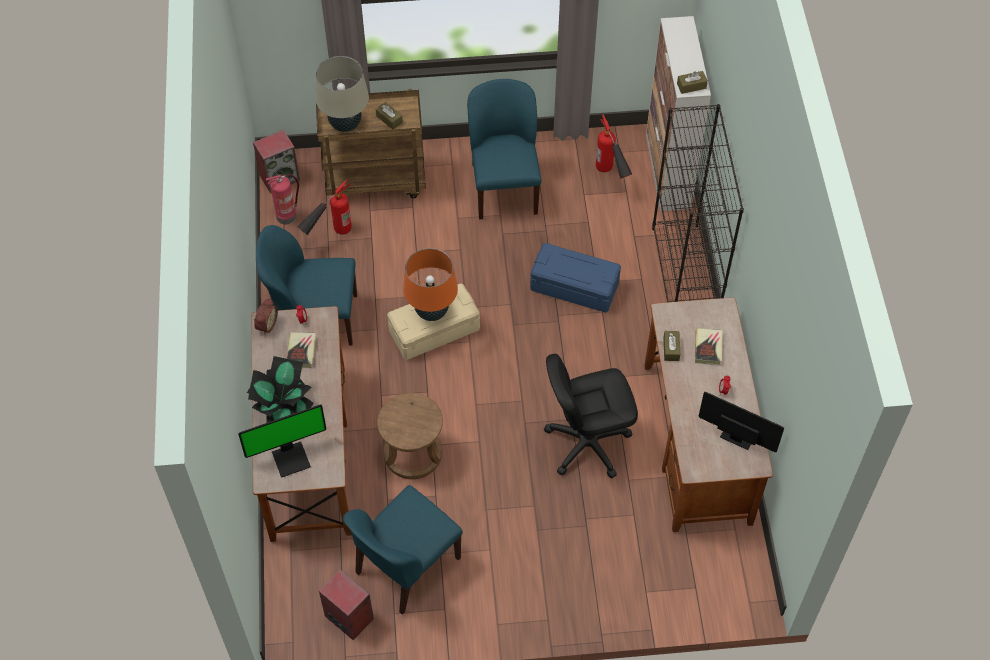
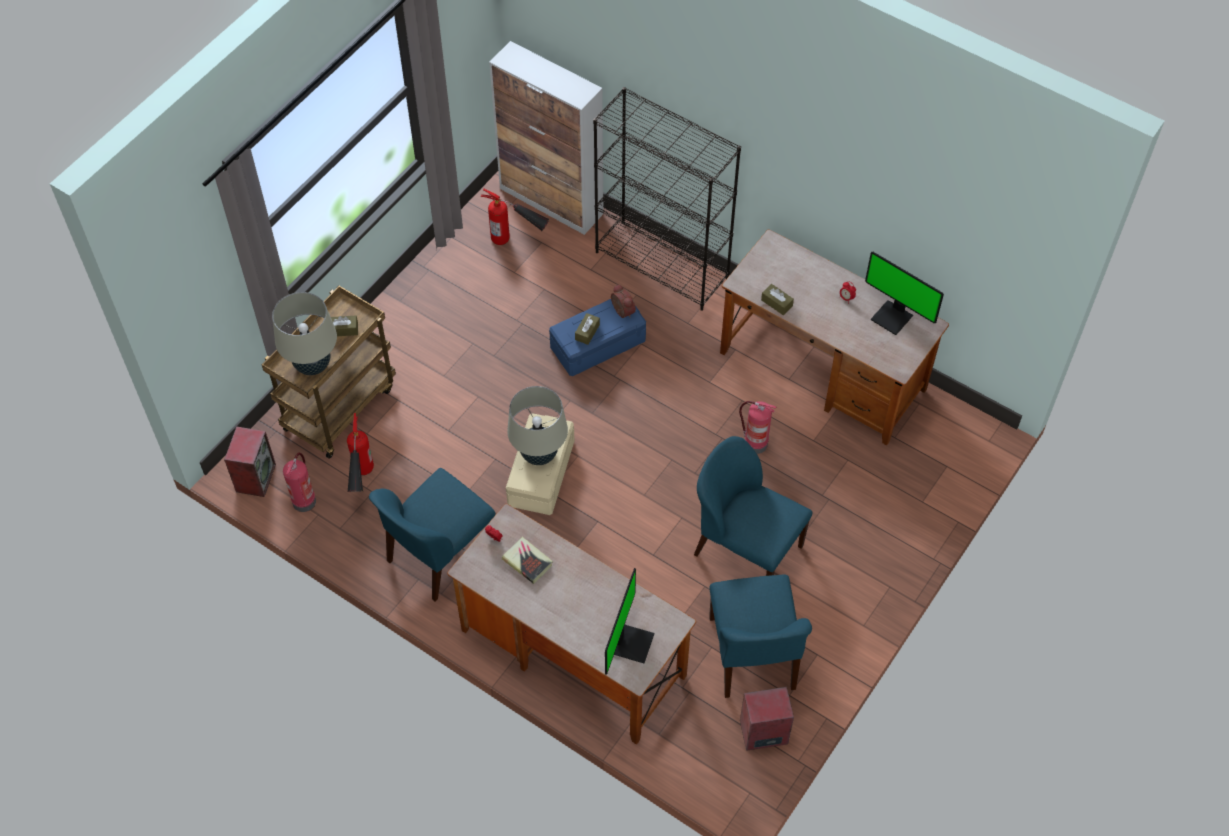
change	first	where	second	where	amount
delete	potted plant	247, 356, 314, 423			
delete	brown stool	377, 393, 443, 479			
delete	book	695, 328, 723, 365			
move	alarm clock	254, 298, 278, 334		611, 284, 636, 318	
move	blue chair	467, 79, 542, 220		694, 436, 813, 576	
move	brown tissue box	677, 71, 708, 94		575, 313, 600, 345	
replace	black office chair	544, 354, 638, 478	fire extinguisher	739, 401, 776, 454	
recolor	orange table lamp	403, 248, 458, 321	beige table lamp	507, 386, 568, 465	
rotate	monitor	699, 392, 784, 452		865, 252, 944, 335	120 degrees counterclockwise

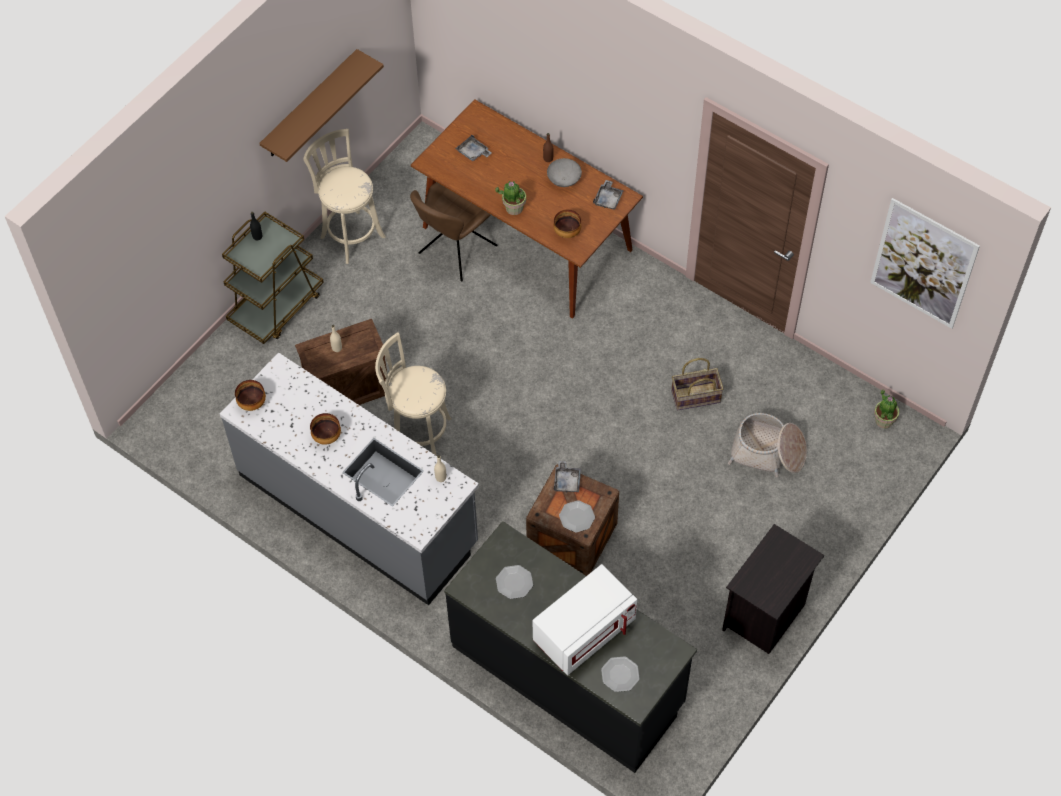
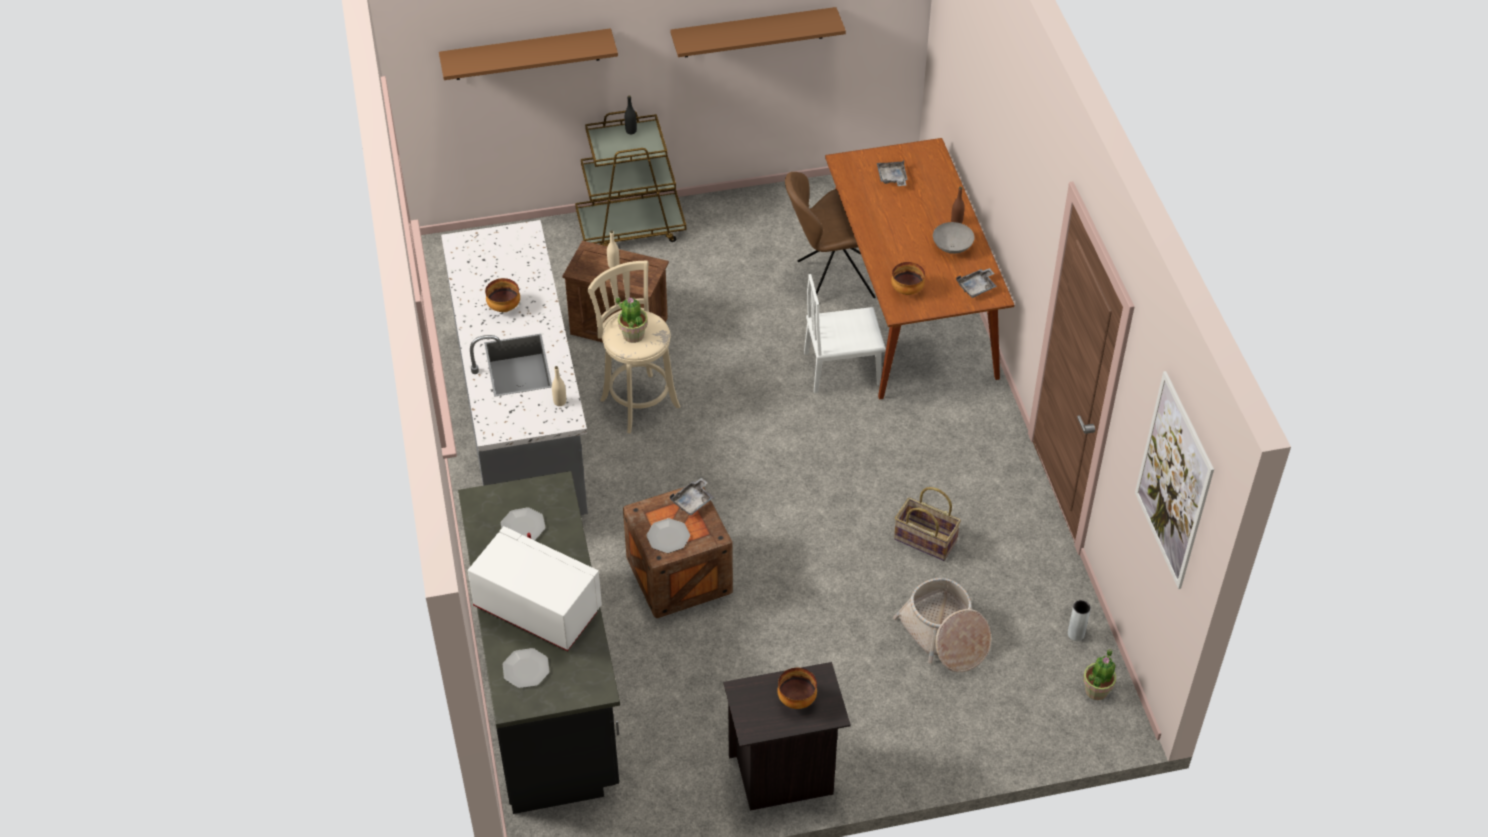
change	first	where	second	where	amount
delete	beige stool	303, 129, 386, 264			
insert			brown shelf	439, 28, 618, 80	
insert			white chair	804, 274, 886, 393	
insert			grey vase	1068, 600, 1091, 641	
move	bowl	235, 380, 266, 411		777, 668, 817, 709	
move	potted plant	495, 181, 526, 215		616, 296, 648, 343	
rotate	white microwave	532, 564, 637, 676		468, 526, 602, 651	150 degrees counterclockwise

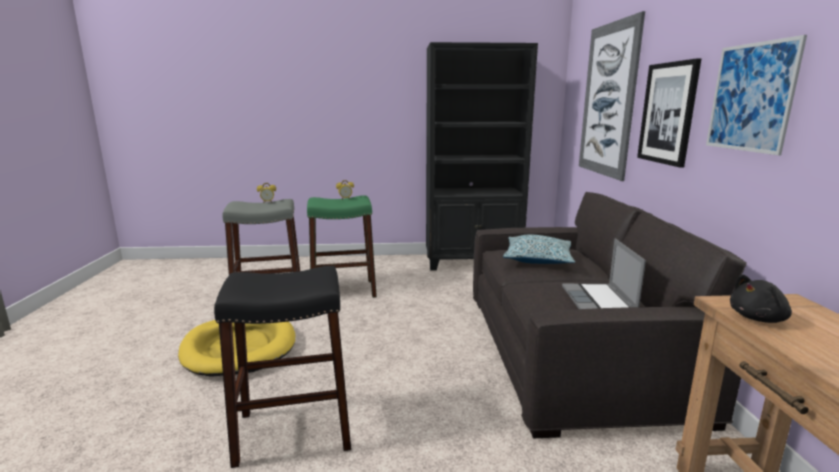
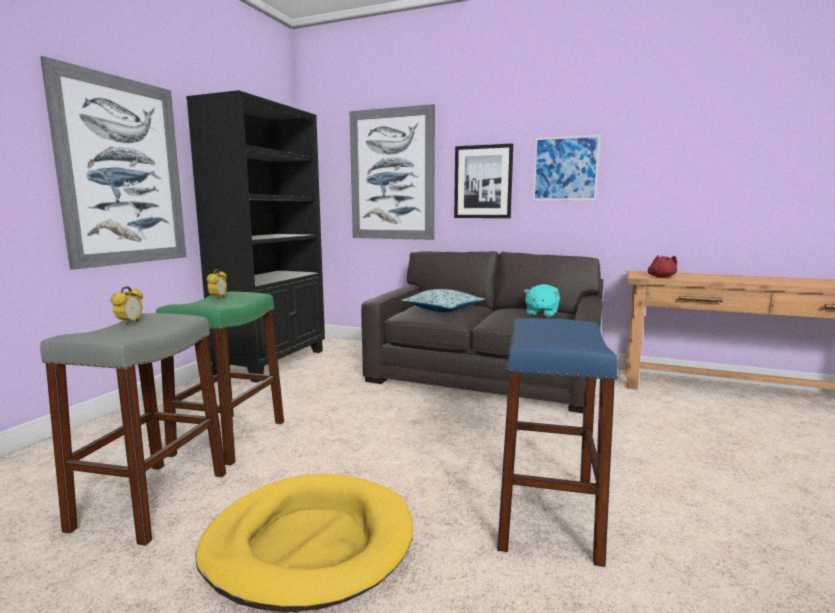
change	first	where	second	where	amount
insert			picture	40, 56, 186, 270	
replace	laptop	562, 238, 646, 309	turquoise plush toy	524, 284, 560, 317	
recolor	black stool	214, 266, 351, 468	blue stool	497, 318, 618, 567	
recolor	black plush toy	730, 274, 792, 323	red plush toy	648, 255, 677, 278	

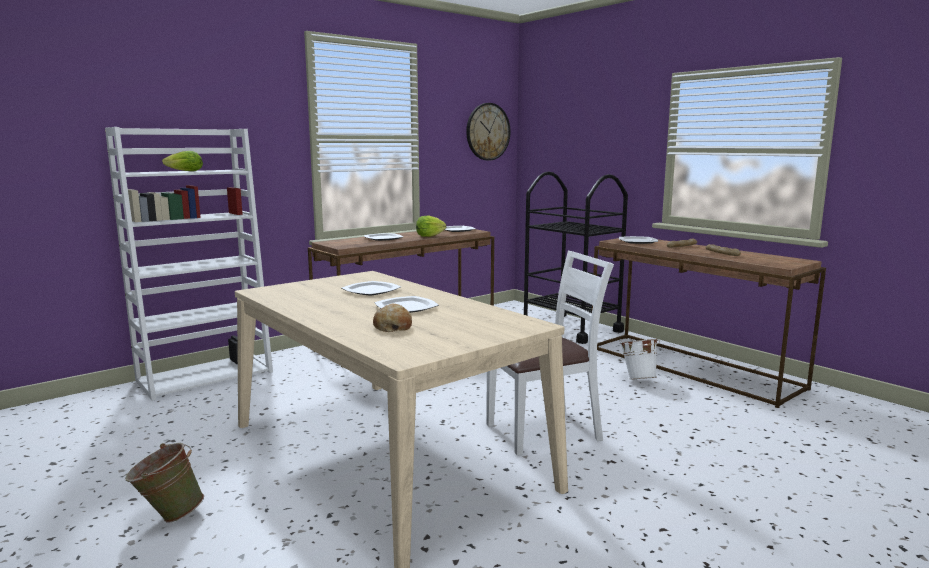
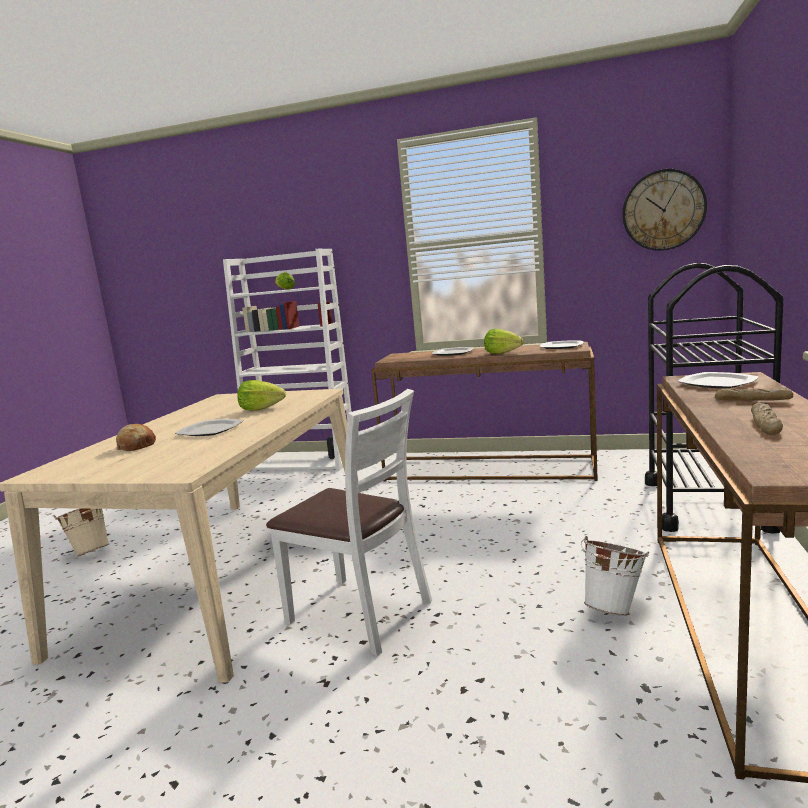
change	first	where	second	where	amount
replace	plate	342, 281, 401, 296	lettuce	237, 380, 286, 411	
recolor	green bucket	125, 443, 204, 523	beige bucket	54, 509, 109, 557	

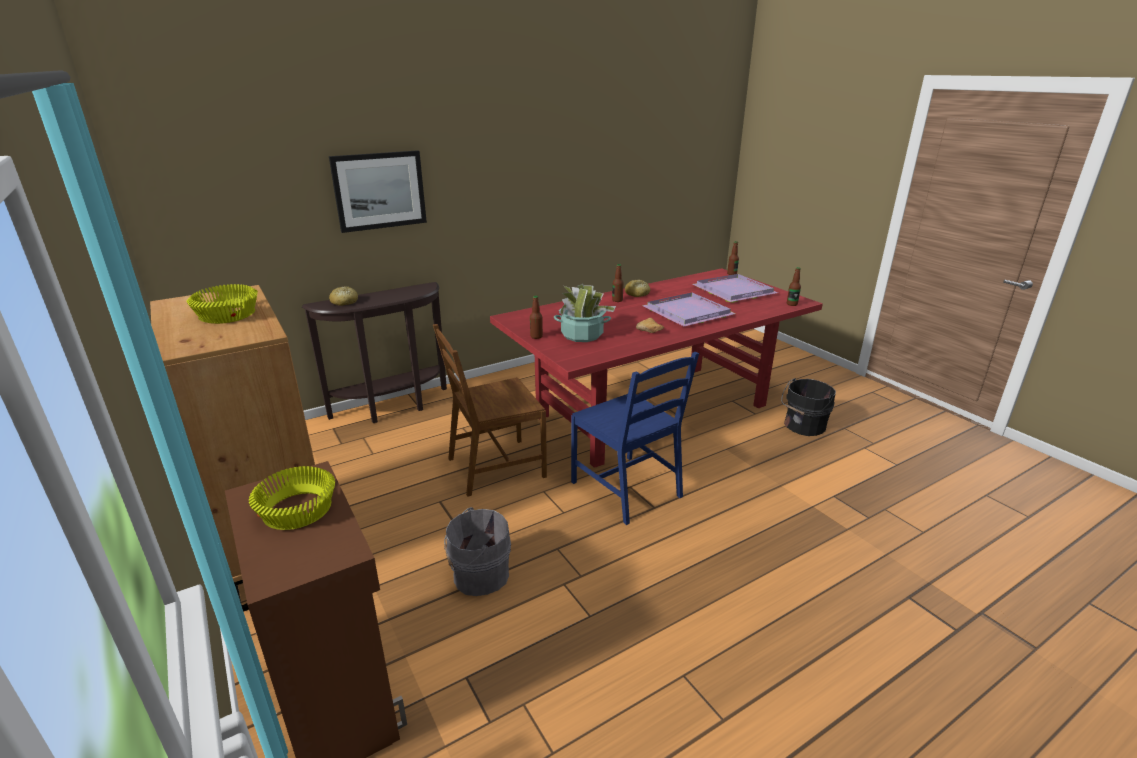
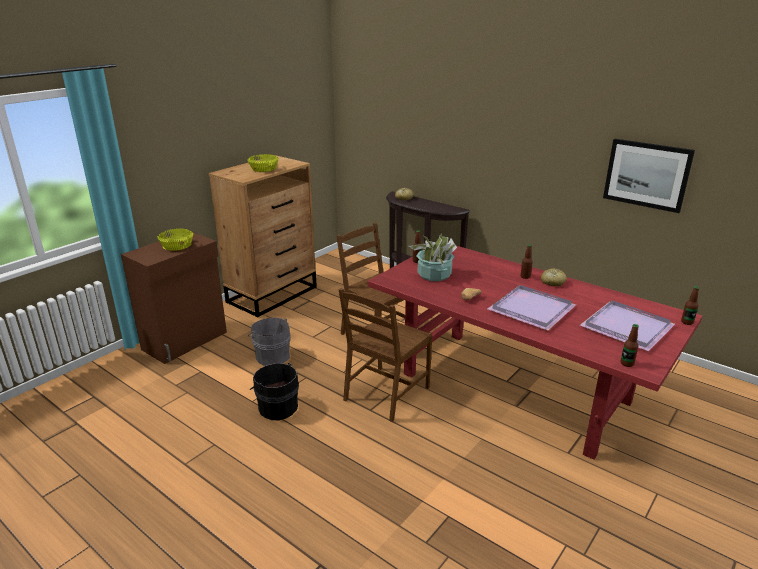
change	first	where	second	where	amount
move	picture	329, 150, 427, 233		603, 139, 695, 213	
move	black bucket	781, 378, 836, 436		250, 363, 299, 420	
recolor	blue chair	571, 352, 699, 525	brown chair	339, 288, 432, 422	

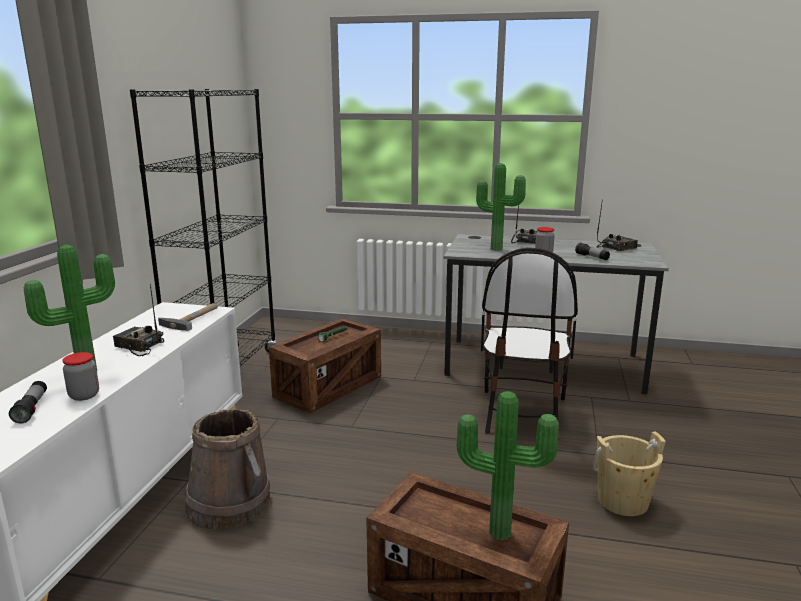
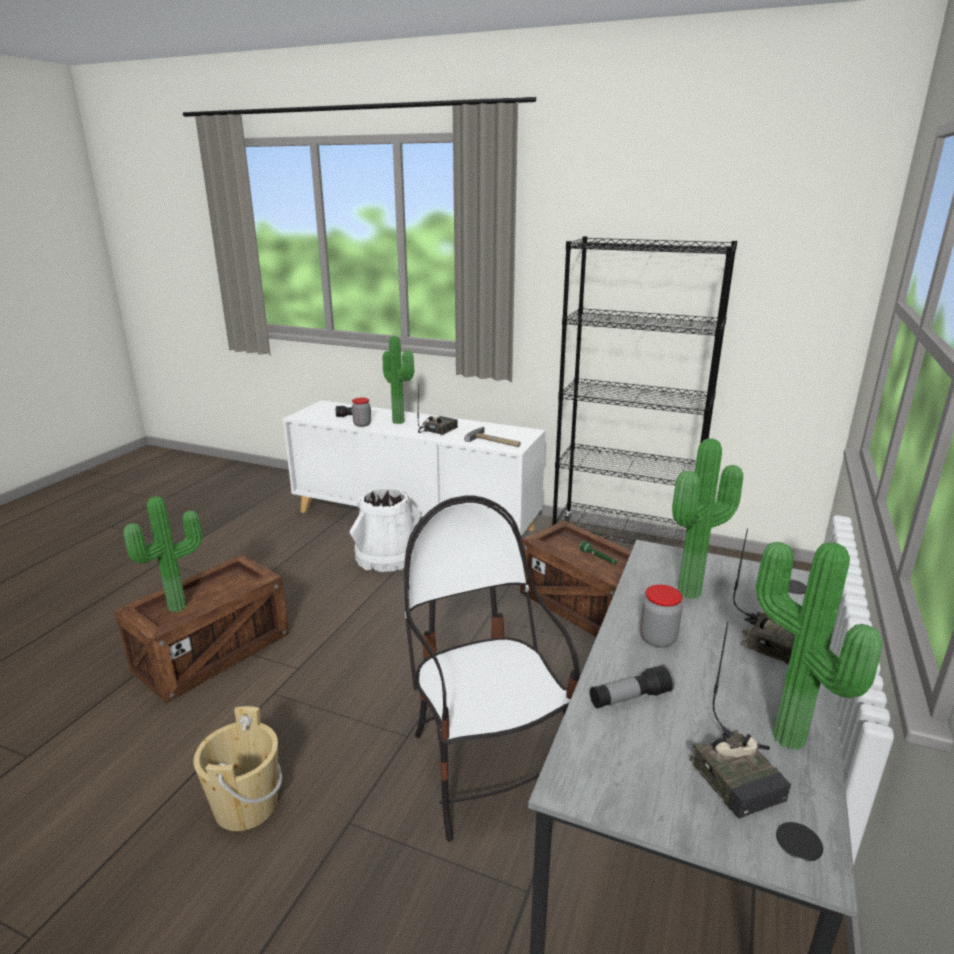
change	first	where	second	where	amount
insert			potted plant	756, 542, 883, 750	
recolor	brown bucket	185, 409, 270, 529	white bucket	350, 487, 420, 572	
rotate	chair	481, 248, 578, 433		405, 495, 580, 842	45 degrees clockwise

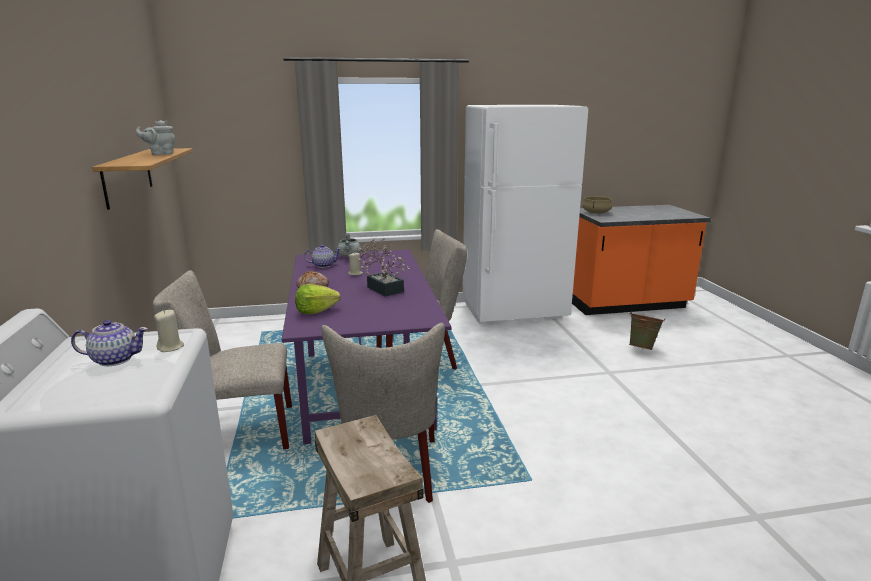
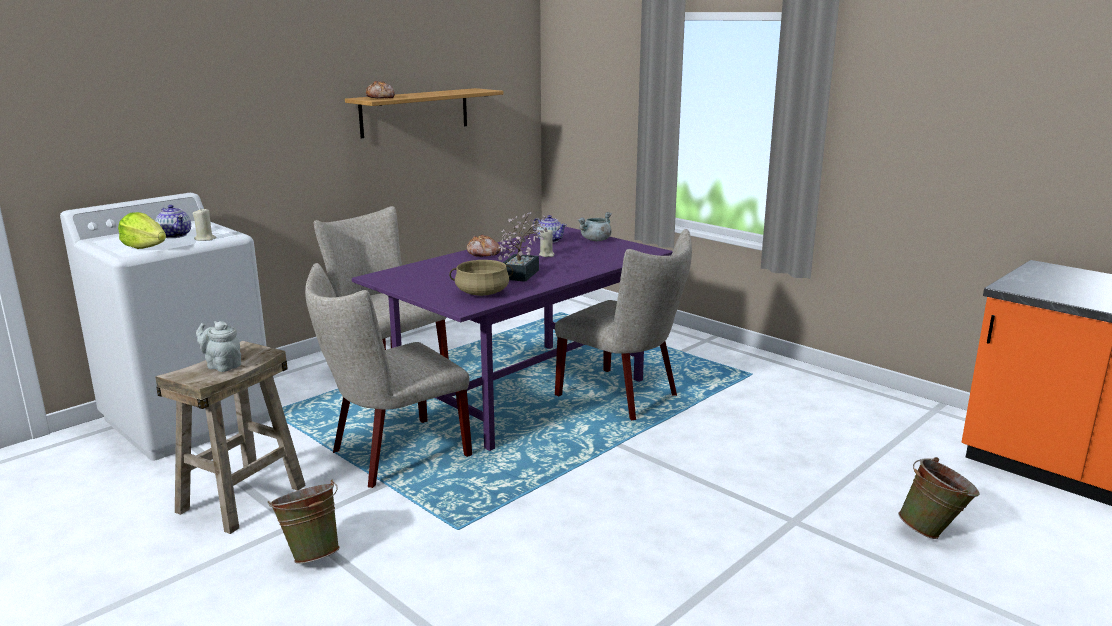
change	first	where	second	where	amount
delete	white fridge	463, 105, 588, 324			
insert			green bucket	268, 479, 340, 564	
insert			bread	366, 81, 395, 98	
move	grey teapot	136, 120, 175, 155		196, 321, 241, 372	
move	lettuce	295, 284, 341, 314		118, 212, 166, 249	
move	beige cooking pot	582, 196, 612, 214		449, 260, 513, 296	

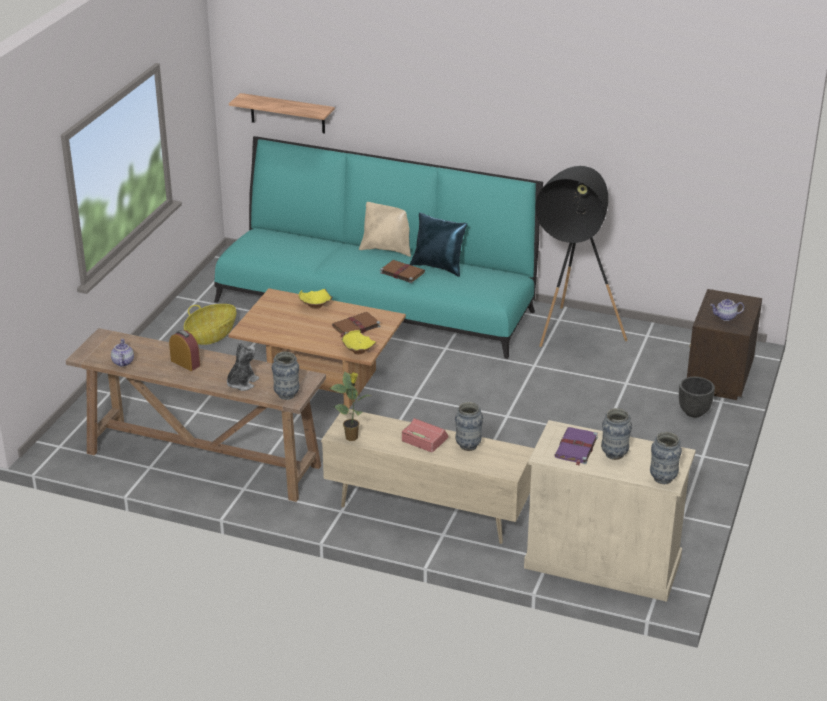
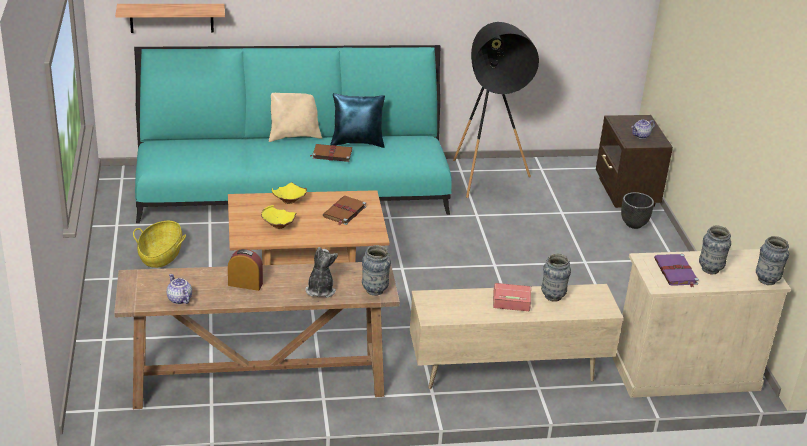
change	first	where	second	where	amount
delete	potted plant	329, 371, 371, 441			
move	yellow bowl	341, 330, 377, 354		261, 205, 296, 229	

